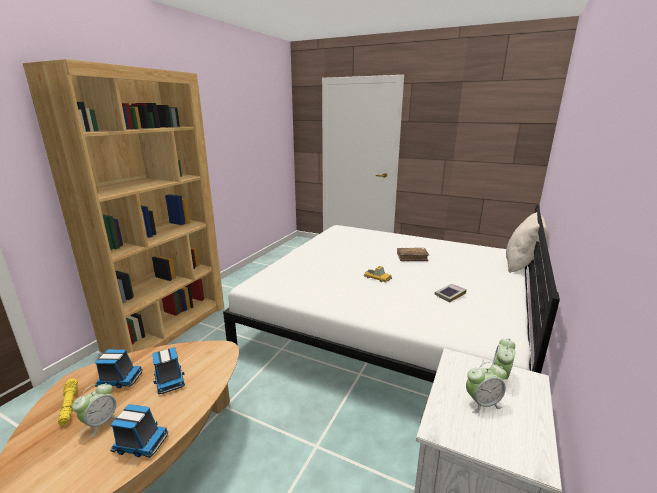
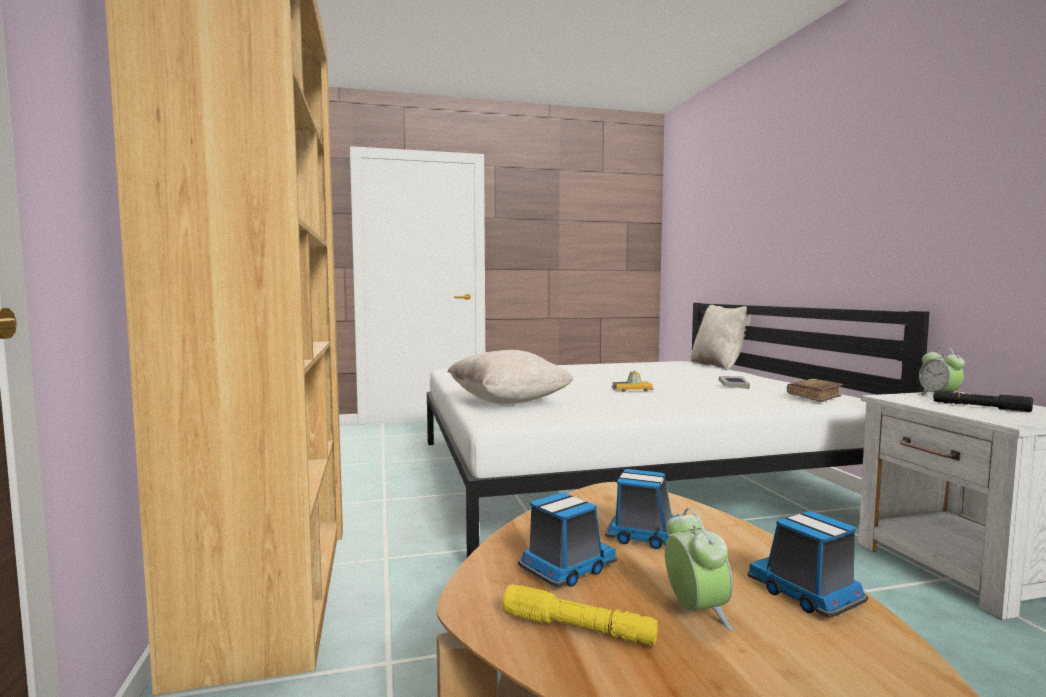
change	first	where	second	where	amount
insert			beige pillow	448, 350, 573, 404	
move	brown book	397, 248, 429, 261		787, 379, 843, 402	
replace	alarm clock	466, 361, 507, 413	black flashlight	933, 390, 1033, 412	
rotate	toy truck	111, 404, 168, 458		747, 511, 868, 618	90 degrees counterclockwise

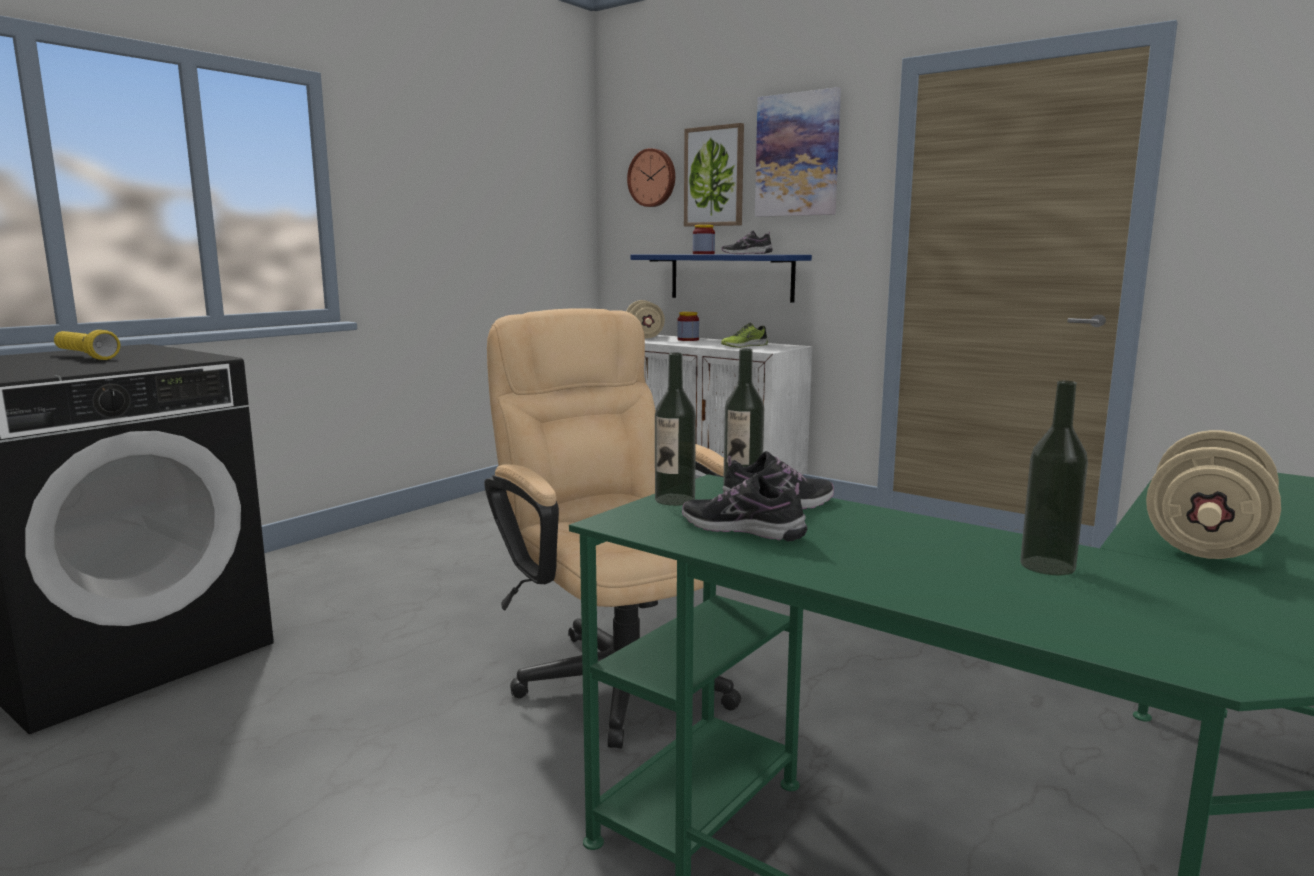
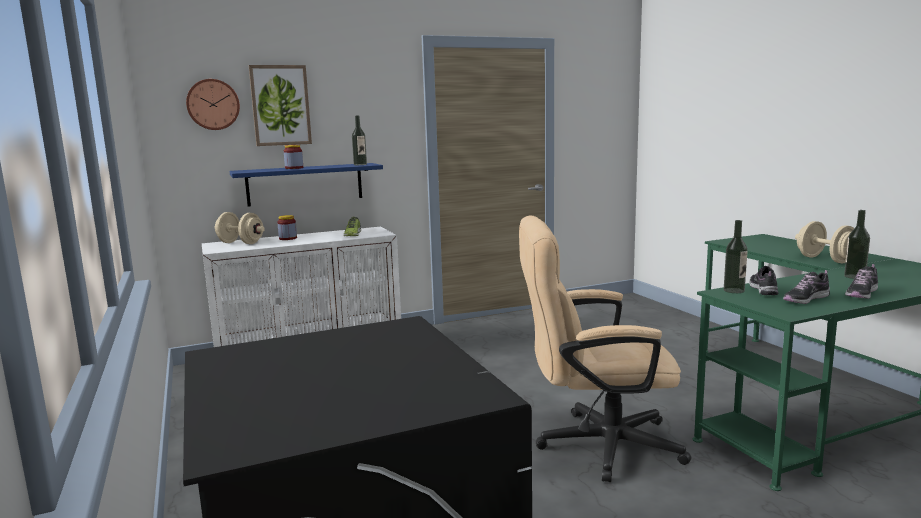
change	first	where	second	where	amount
delete	yellow flashlight	54, 330, 120, 360			
delete	picture	755, 87, 841, 217			
move	bottle	655, 353, 696, 506		352, 115, 367, 165	
move	shoe	722, 230, 773, 254		845, 264, 878, 299	

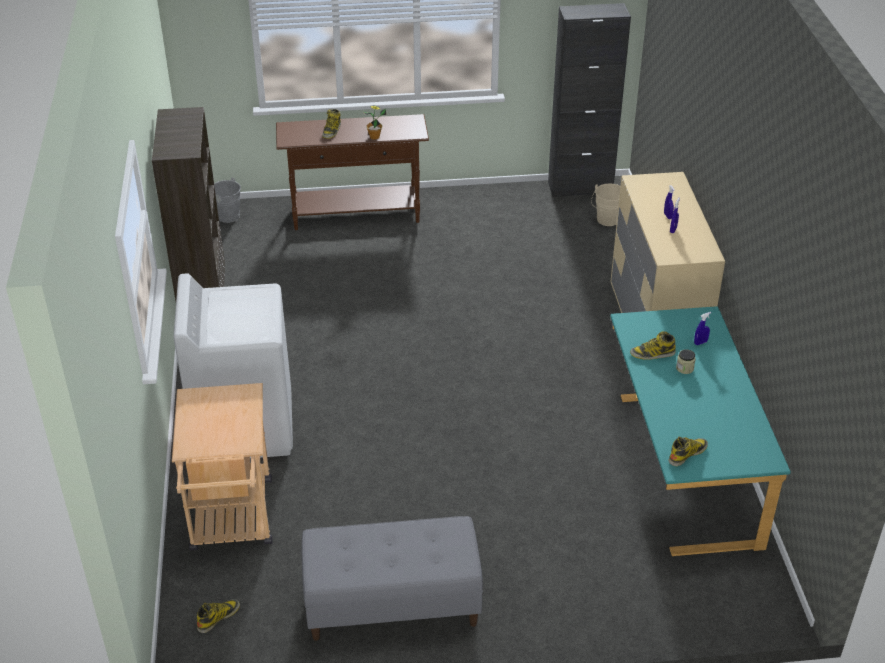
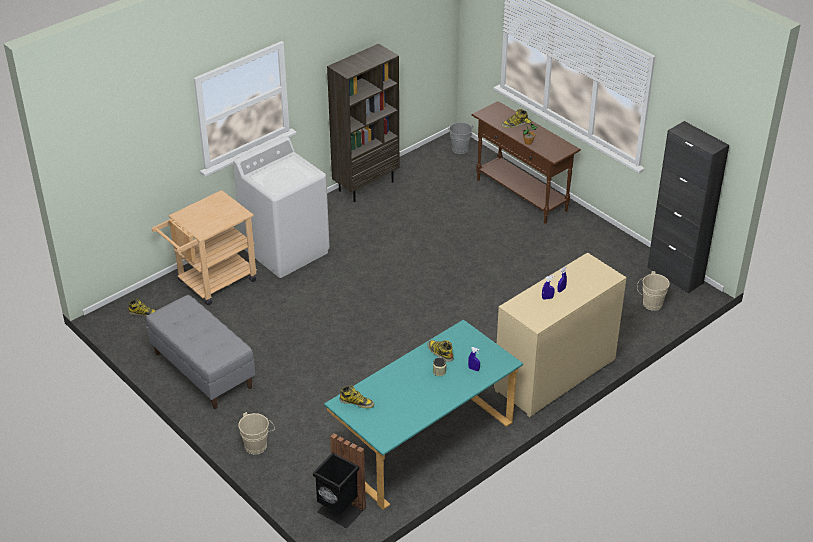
change	first	where	second	where	amount
insert			beige bucket	238, 412, 275, 455	
insert			black trash can	313, 433, 366, 528	

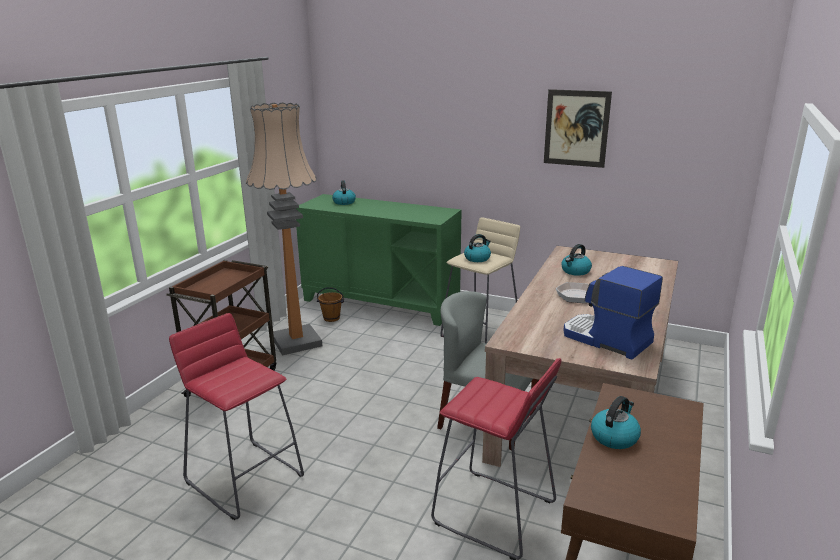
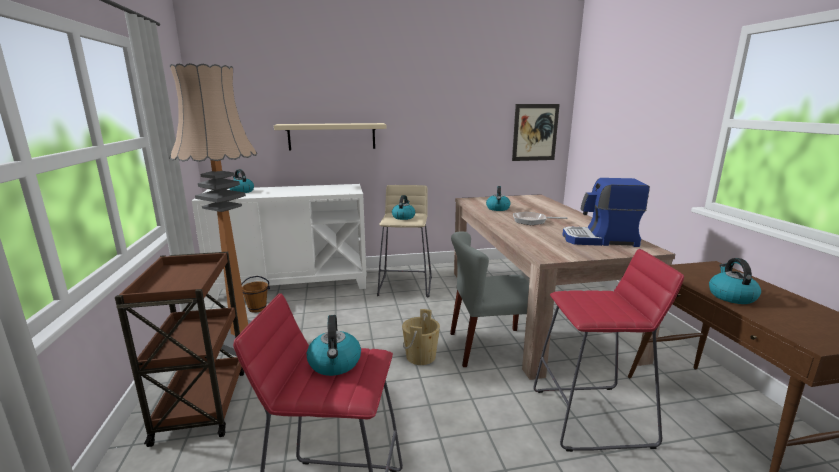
change	first	where	second	where	amount
insert			beige shelf	274, 123, 387, 150	
insert			kettle	307, 315, 361, 376	
insert			beige bucket	402, 309, 440, 365	
move	picture	544, 89, 612, 168		512, 104, 560, 161	
recolor	green cabinet	296, 194, 462, 326	white cabinet	192, 184, 367, 301	

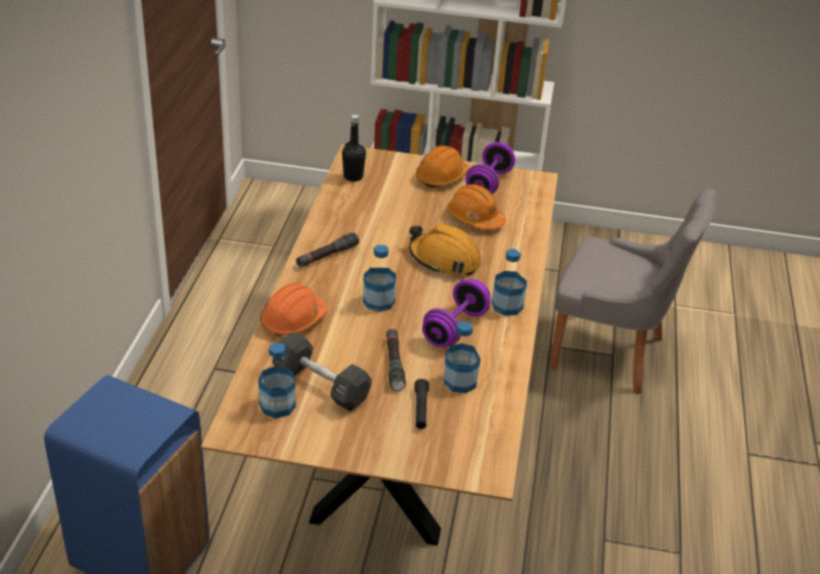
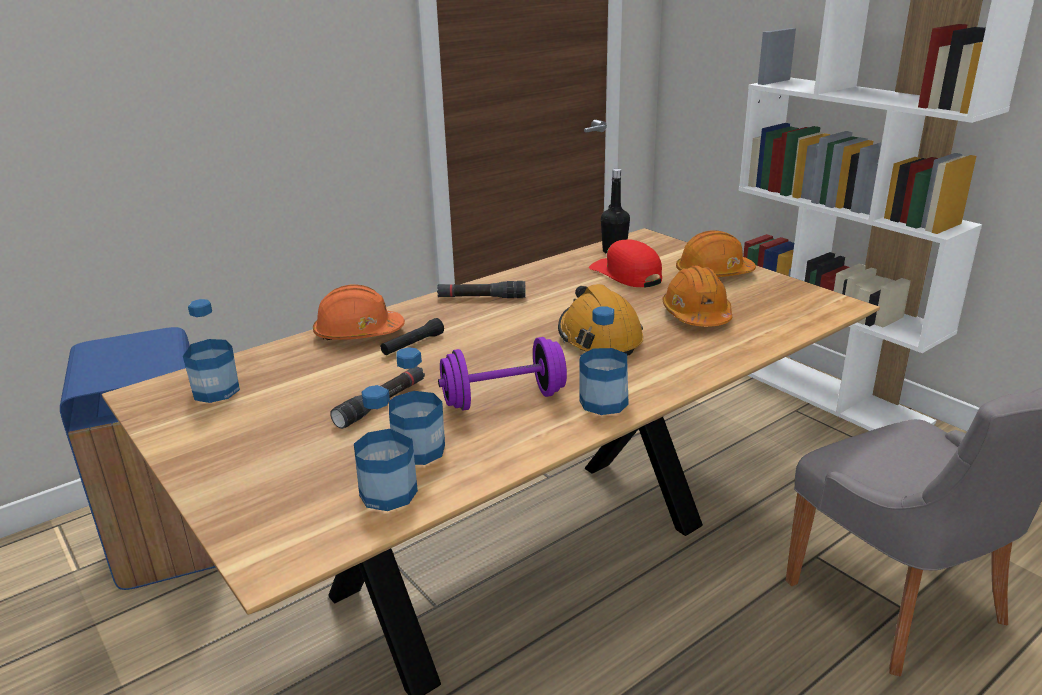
change	first	where	second	where	amount
delete	black dumbbell	272, 332, 372, 411			
delete	purple dumbbell	465, 142, 515, 194			
insert			red cap	589, 239, 662, 287	
move	bottle	363, 245, 396, 312		354, 385, 418, 511	
move	black flashlight	414, 379, 429, 429		381, 318, 444, 355	

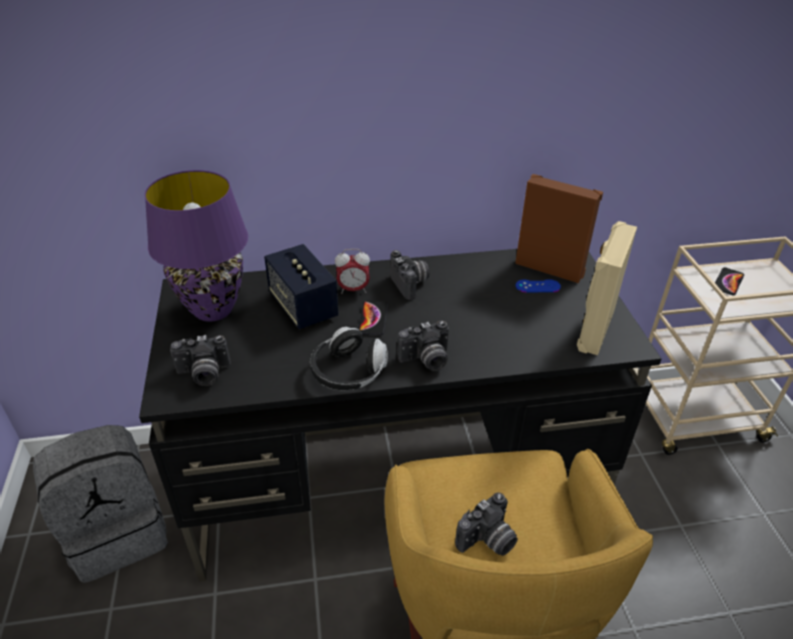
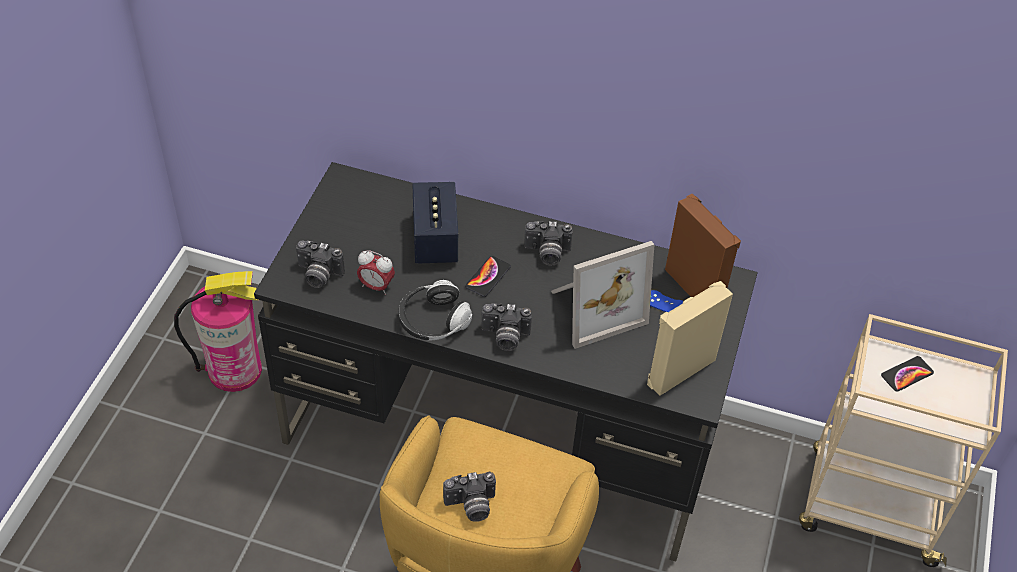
change	first	where	second	where	amount
delete	purple table lamp	144, 170, 248, 322			
insert			picture frame	551, 241, 654, 349	
move	alarm clock	335, 249, 370, 294		357, 250, 395, 295	
replace	grey backpack	33, 425, 168, 583	fire extinguisher	174, 271, 262, 392	
rotate	photo camera	390, 250, 430, 300		524, 221, 573, 266	90 degrees clockwise

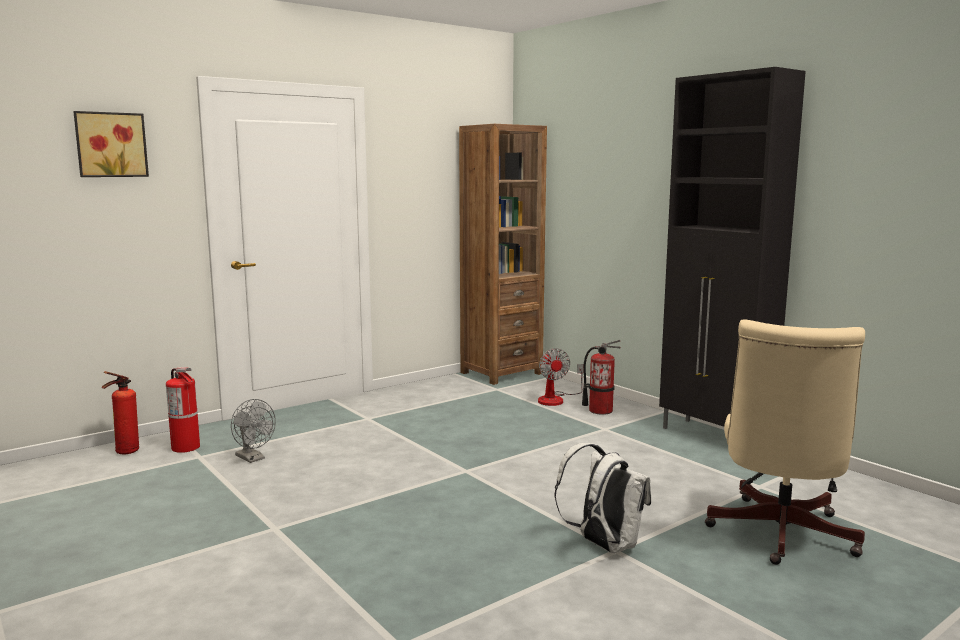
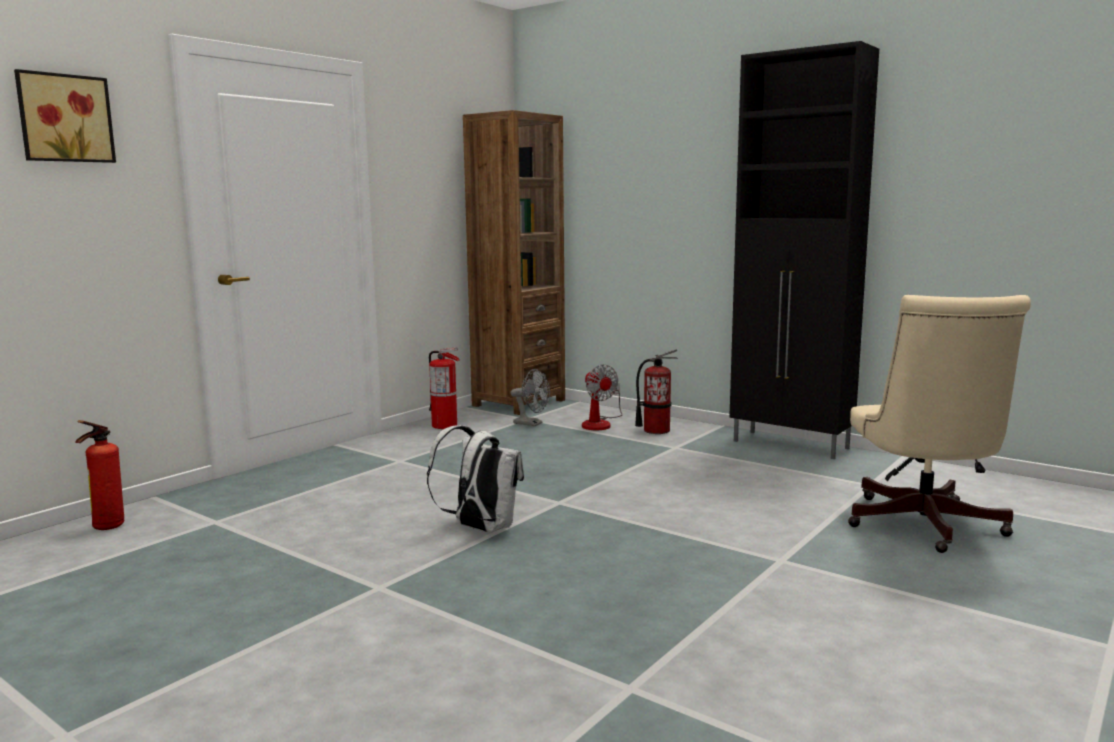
change	first	where	second	where	amount
move	fire extinguisher	166, 367, 200, 453		429, 347, 460, 429	
move	grey fan	231, 399, 276, 463		511, 369, 550, 426	
move	white backpack	554, 443, 651, 553		427, 425, 524, 532	

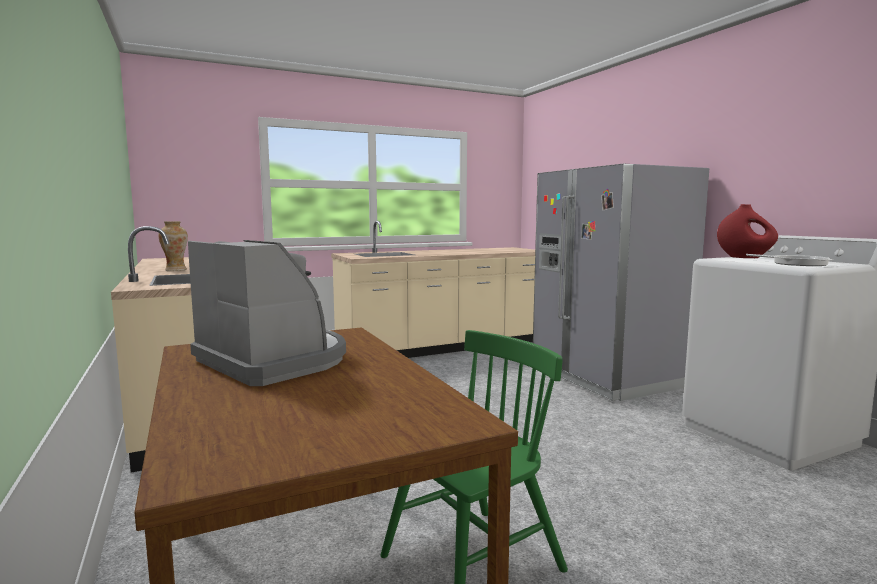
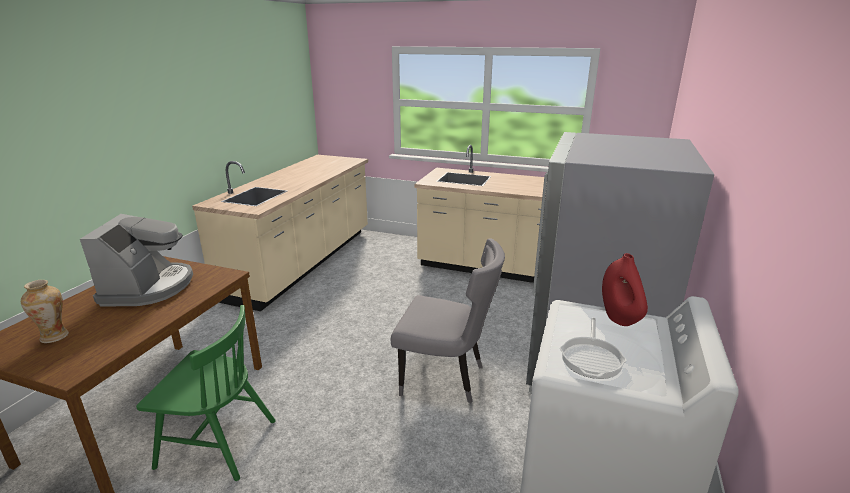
change	first	where	second	where	amount
insert			grey chair	390, 238, 505, 403	
move	vase	158, 221, 188, 271		21, 280, 69, 343	

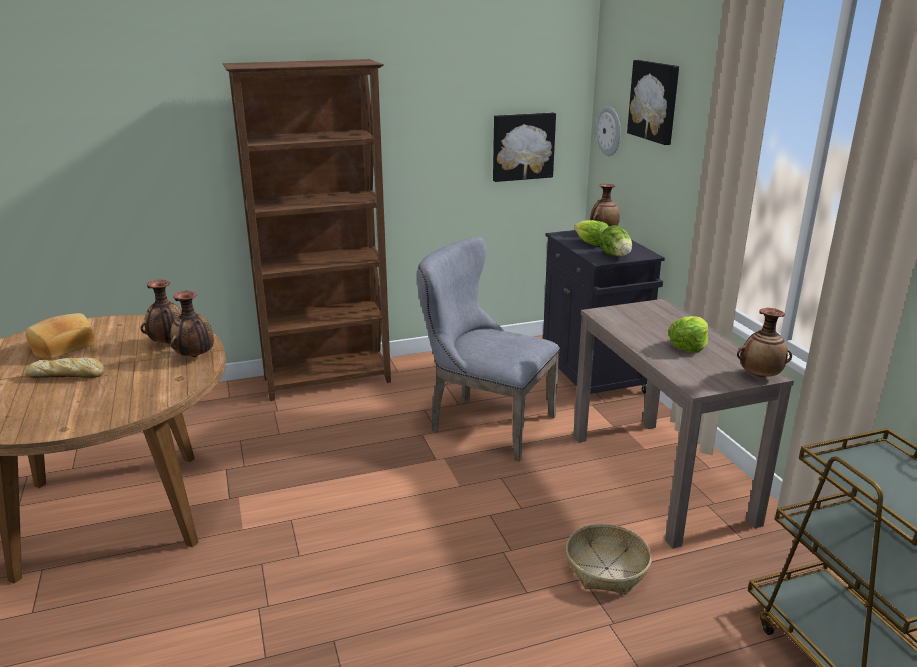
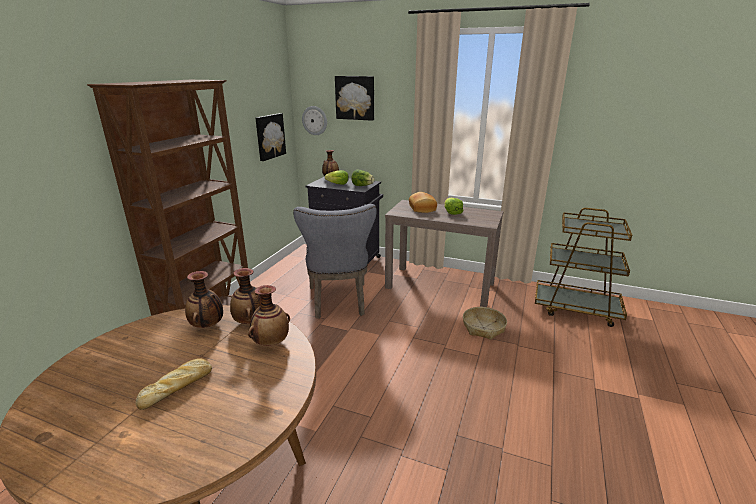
change	first	where	second	where	amount
move	bread	26, 313, 94, 359		409, 192, 437, 213	
move	vase	737, 308, 792, 378		248, 285, 290, 346	
rotate	grey chair	417, 237, 560, 462		293, 204, 377, 319	75 degrees counterclockwise

